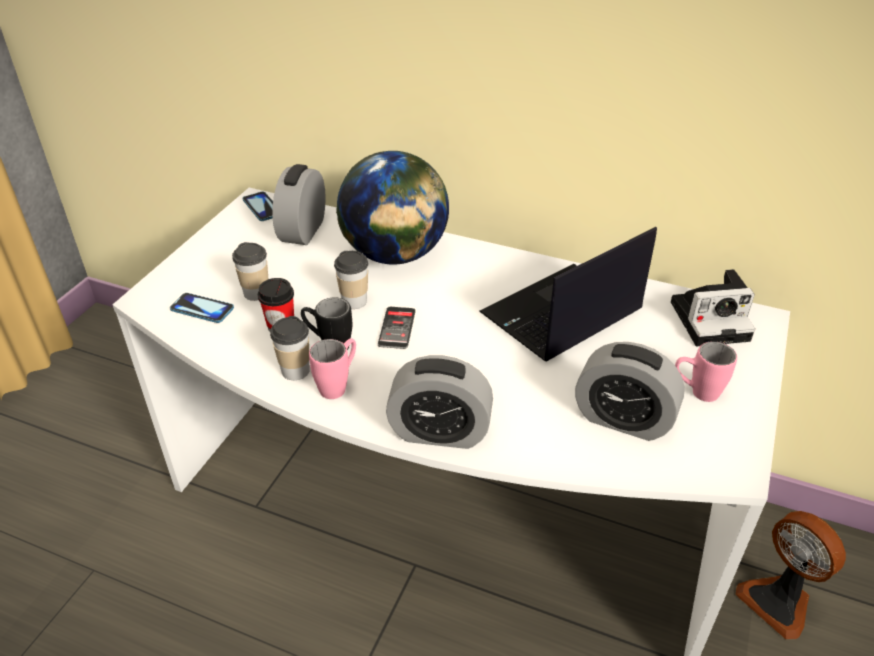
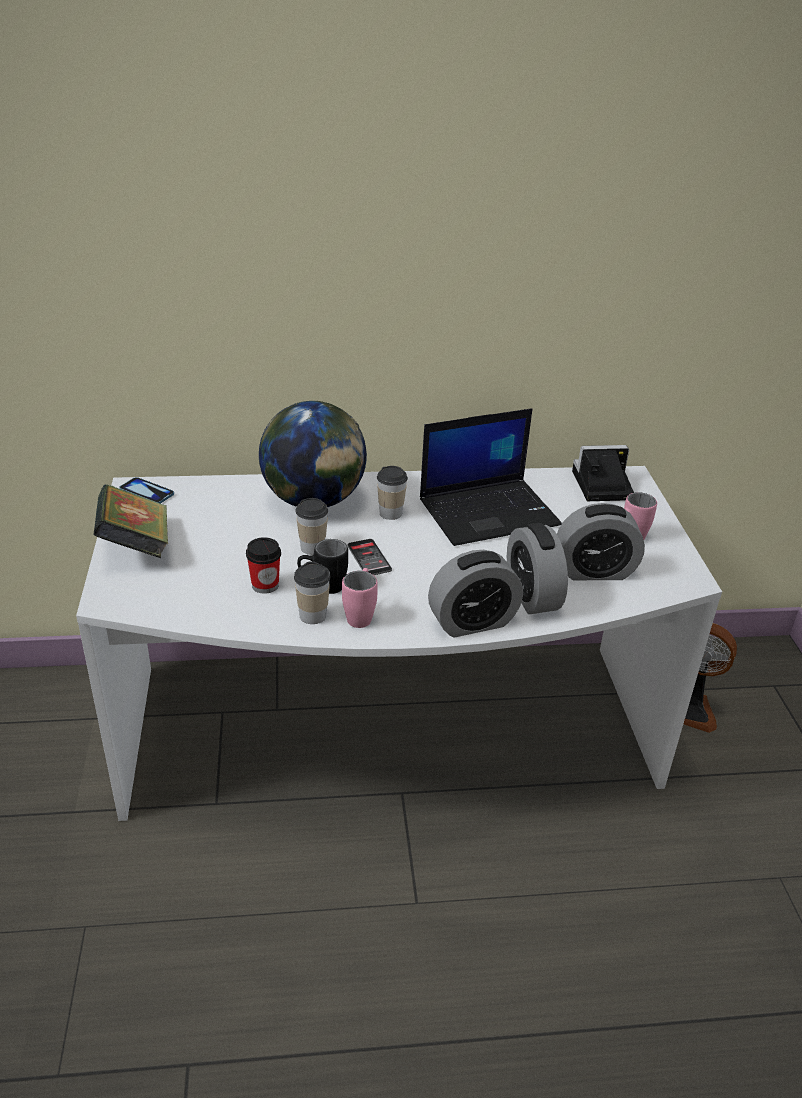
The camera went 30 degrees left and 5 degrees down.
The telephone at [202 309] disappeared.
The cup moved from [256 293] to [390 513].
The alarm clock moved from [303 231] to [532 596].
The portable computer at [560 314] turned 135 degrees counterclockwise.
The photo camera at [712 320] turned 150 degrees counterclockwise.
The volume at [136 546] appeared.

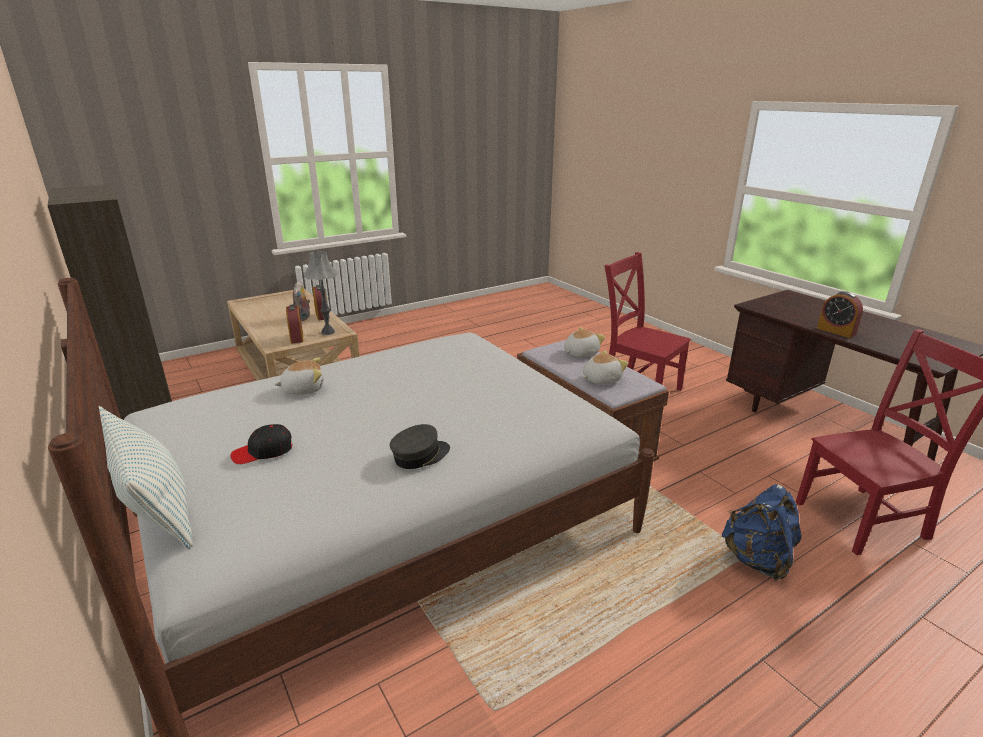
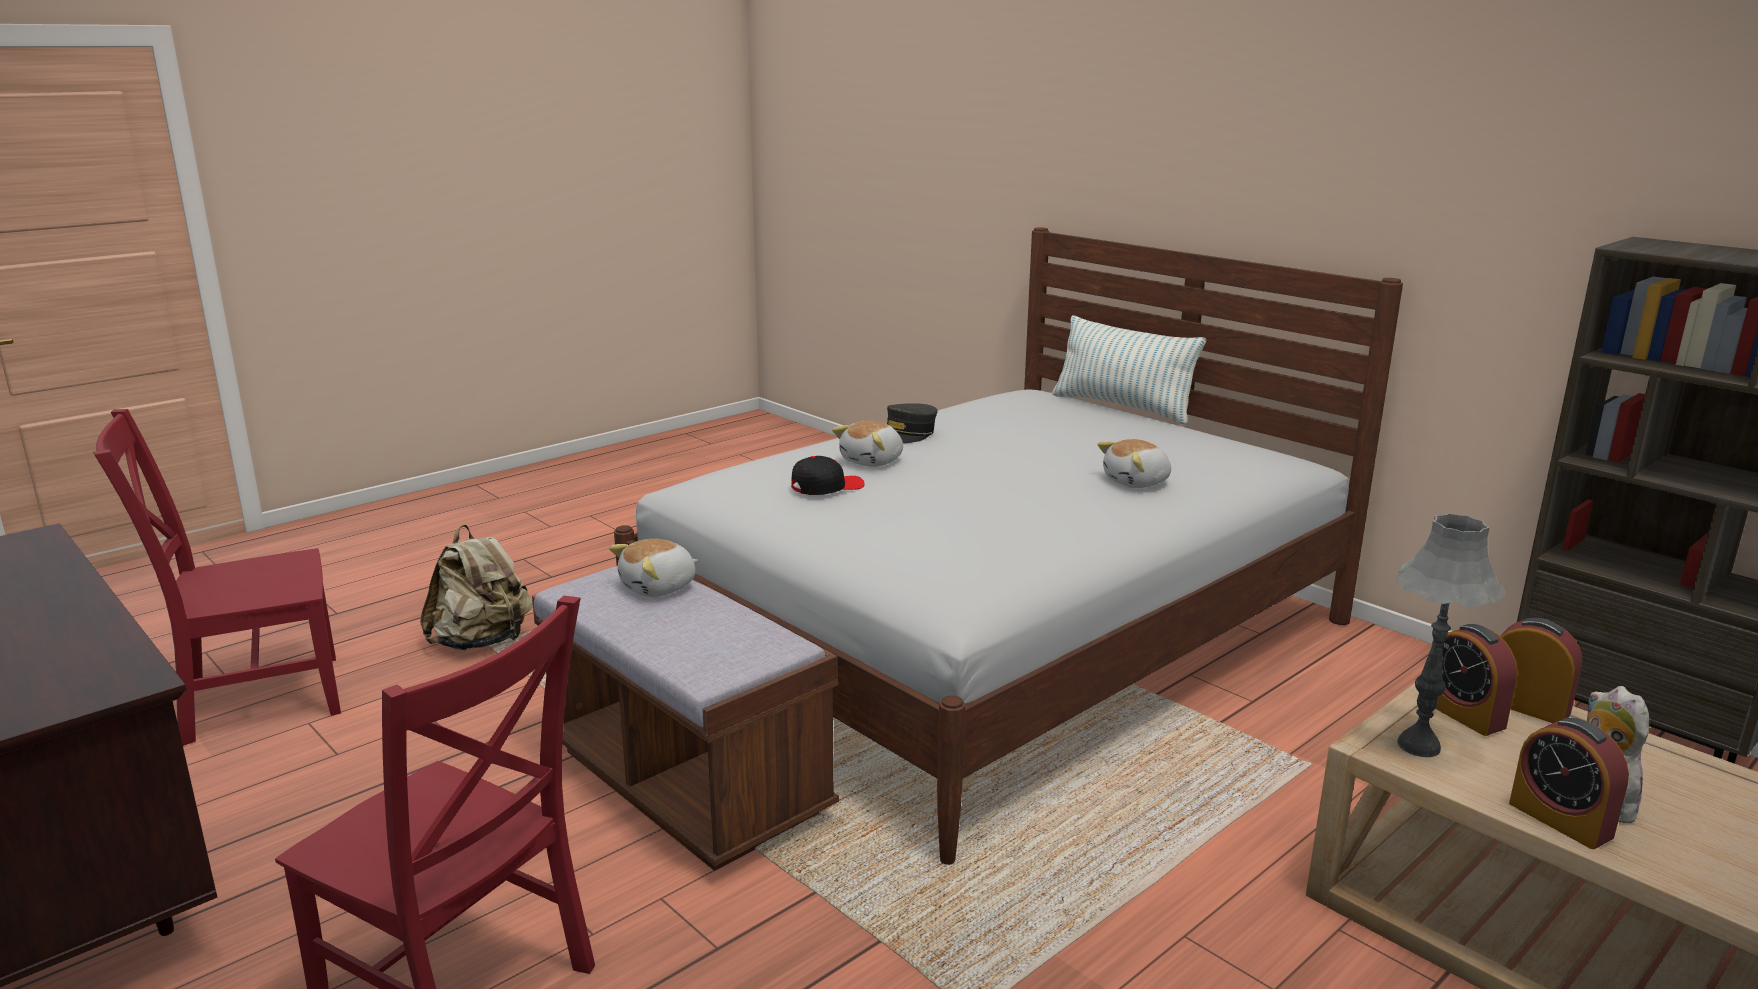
The camera went 170 degrees right and 5 degrees down.
The baseball cap (black) moved from [263 452] to [826 487].
The soft toy moved from [580 353] to [873 461].
The rucksack (bluish) at [757 560] became the rucksack (beige-coloured) at [482 642].
The alarm clock moved from [836 331] to [1525 706].

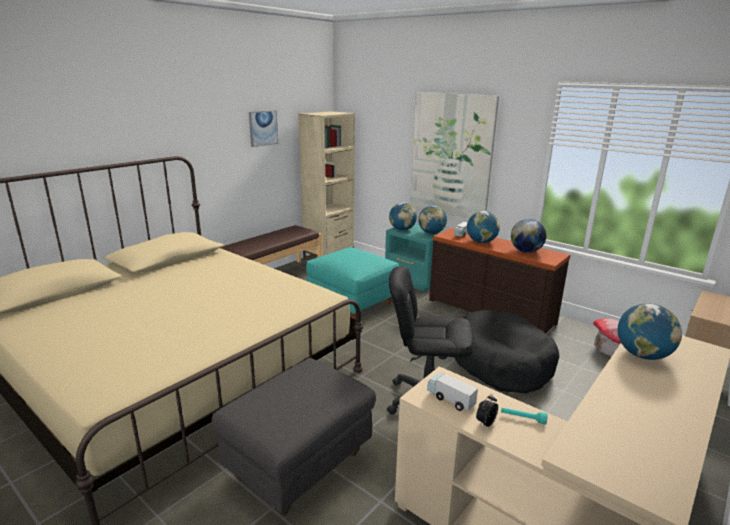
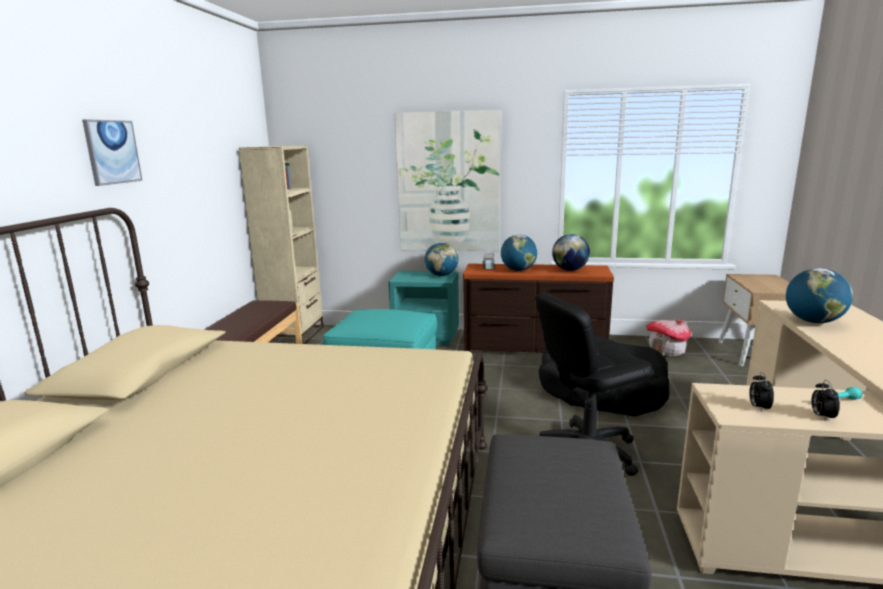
The camera went 30 degrees left and 5 degrees down.
The picture moved from [263 128] to [112 152].
The globe at [402 229] disappeared.
The toy lorry at [450 399] was replaced by the alarm clock at [758 407].

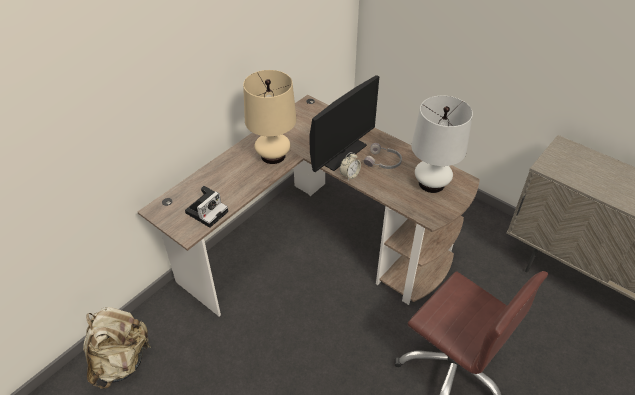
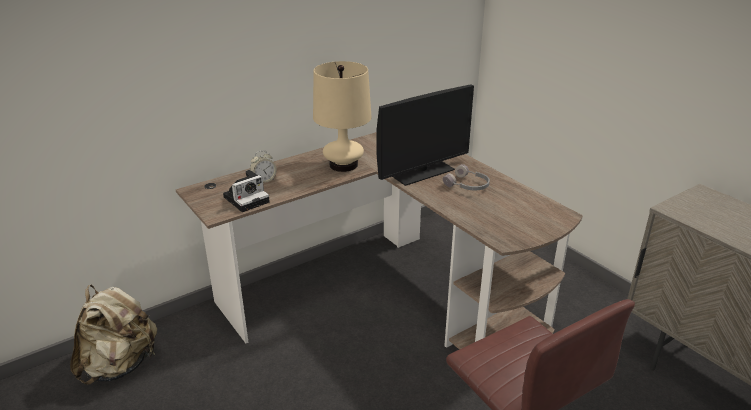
The camera went 15 degrees right and 15 degrees down.
The alarm clock moved from [349 175] to [264 180].
The lamp for a table (whitish) at [431 183] disappeared.

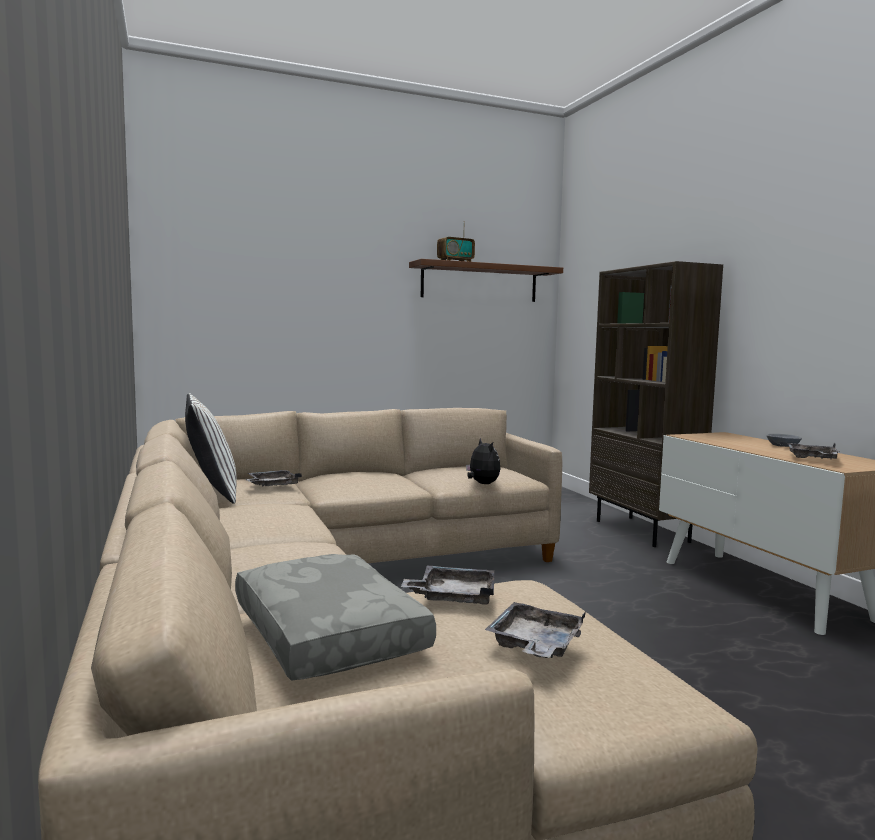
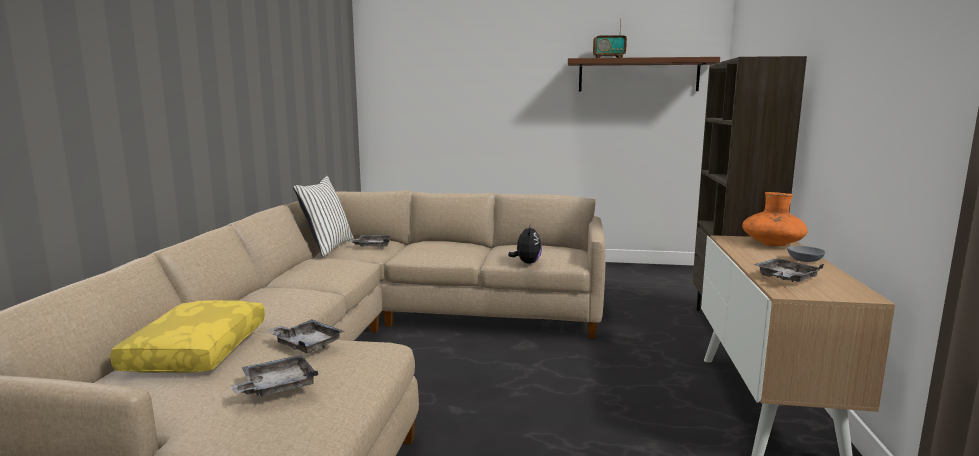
The camera went 30 degrees right and 5 degrees up.
The throw pillow (grey) at [324 634] became the throw pillow (yellow-coloured) at [196 350].
The flower vase (orange-coloured) at [772 244] appeared.

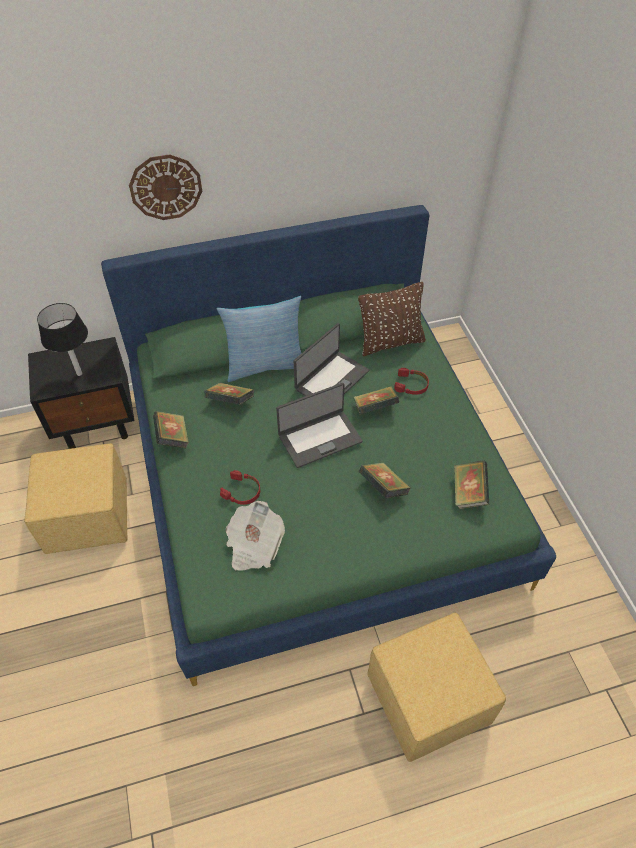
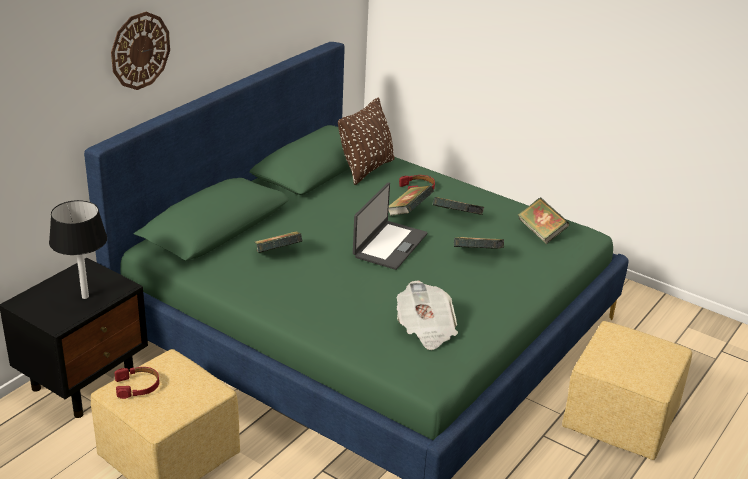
The camera went 40 degrees left and 20 degrees down.
The volume moved from [173 438] to [457 218].
The throw pillow at [265 365] disappeared.
The pair of headphones (reddish) moved from [242 491] to [137 386].
The portable computer at [331 379] disappeared.

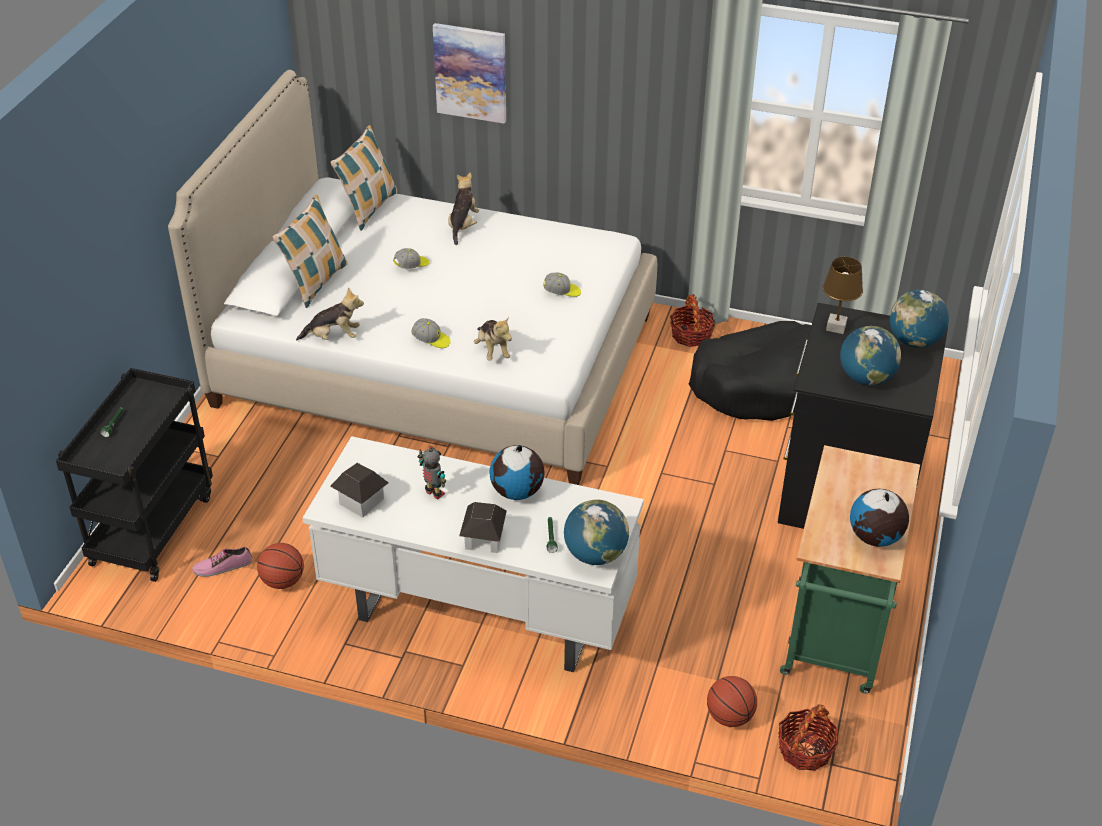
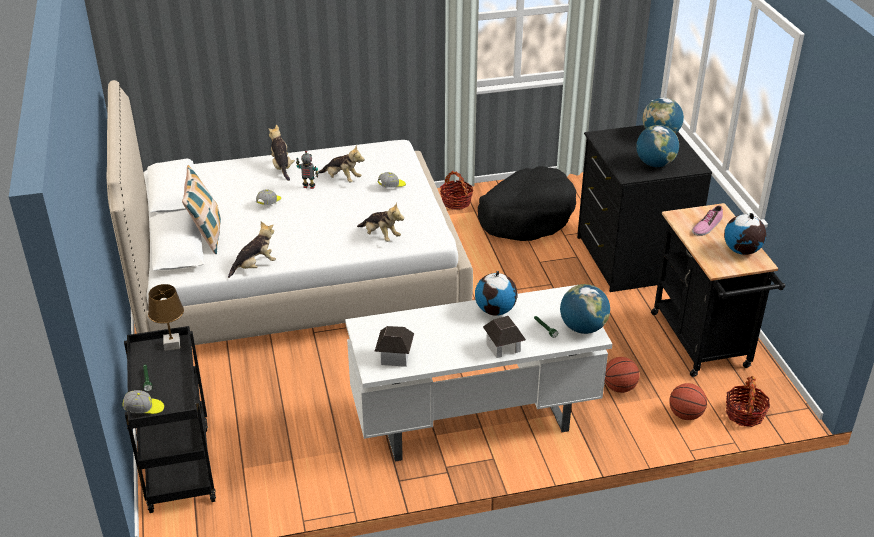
The camera went 30 degrees left and 5 degrees down.
The item of footwear moved from [223 566] to [706 226].
The basketball ball moved from [283 581] to [619 387].
The throw pillow at [368 208] disappeared.
The baseball cap moved from [431 340] to [144 409].
The robot figure moved from [434 494] to [309 187].
The picture at [471 72] disappeared.
The cart (green-coloured) at [835 640] became the cart (black) at [703 345].
The lamp for a table (brownish) moved from [835 327] to [172 345].
The soft toy at [342 179] appeared.

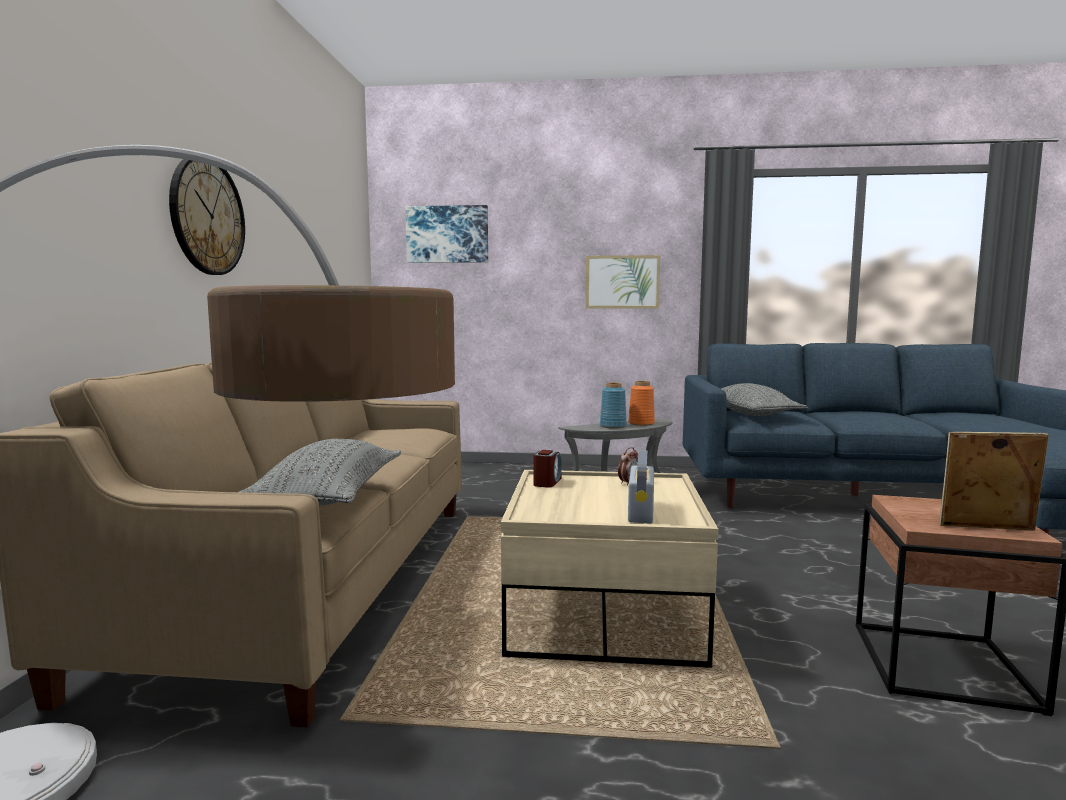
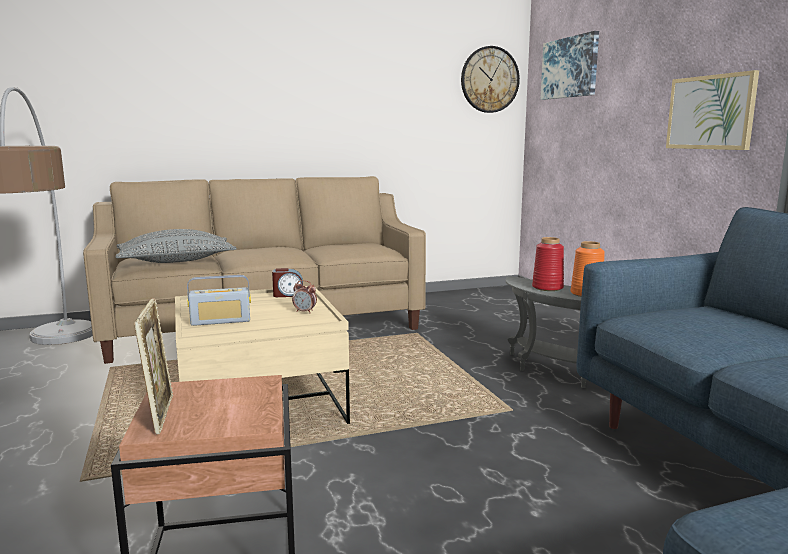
The camera went 65 degrees right and 5 degrees up.
The hanging clock moved from [207 216] to [489 79].
The flower vase (bluish) at [612 426] became the flower vase (reddish) at [547 288].
The throw pillow (grey) at [749 414] disappeared.

